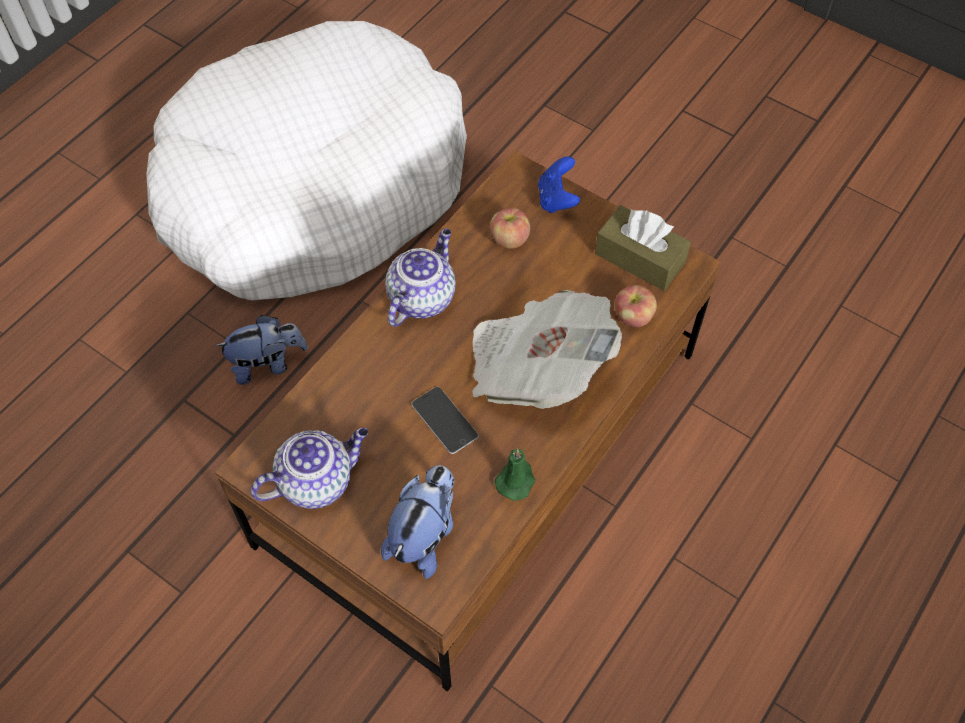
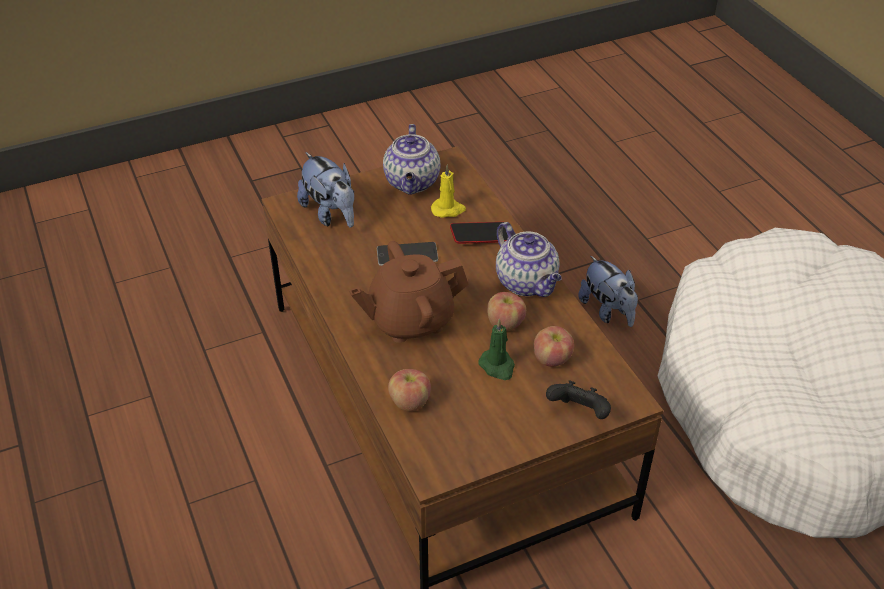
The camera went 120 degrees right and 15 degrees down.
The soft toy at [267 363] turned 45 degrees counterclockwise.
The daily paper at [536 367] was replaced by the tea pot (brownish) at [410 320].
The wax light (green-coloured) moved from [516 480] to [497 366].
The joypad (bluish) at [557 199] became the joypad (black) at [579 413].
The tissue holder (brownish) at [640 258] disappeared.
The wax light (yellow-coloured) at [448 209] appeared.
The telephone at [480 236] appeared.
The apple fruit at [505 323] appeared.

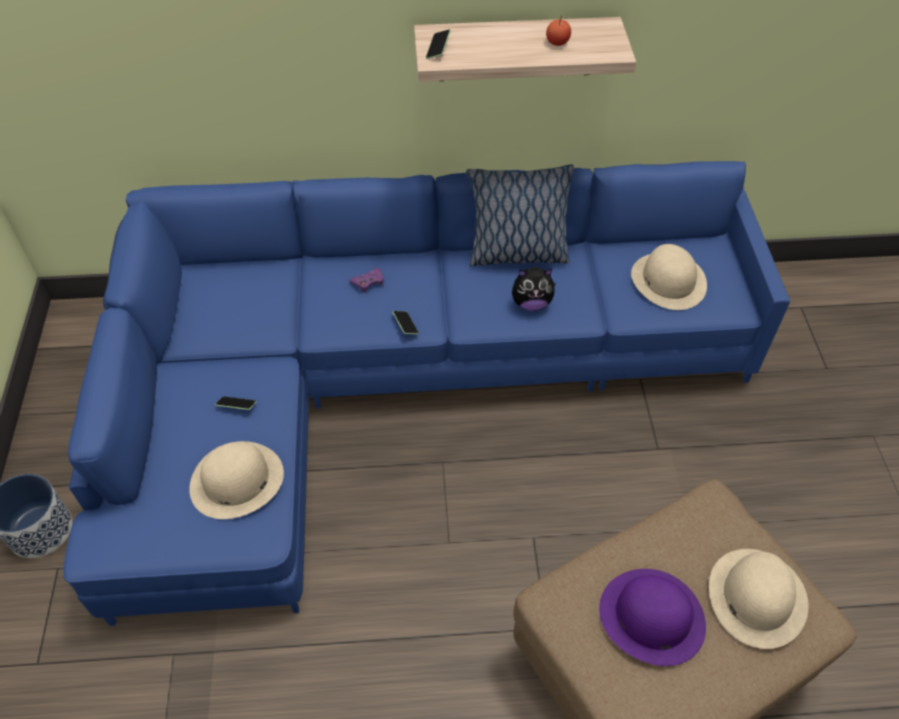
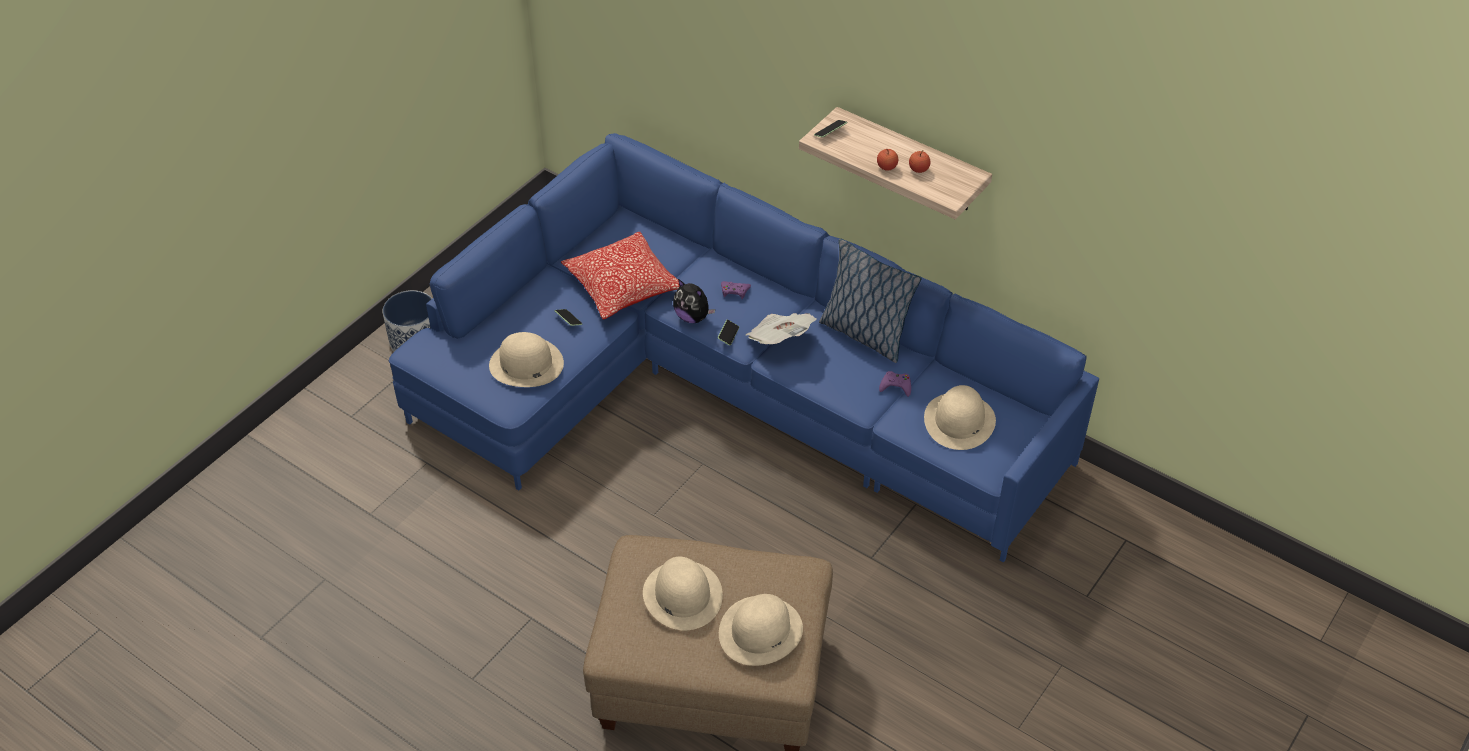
The camera went 40 degrees right and 5 degrees down.
The soft toy moved from [531 303] to [692 317].
The wearable hat (purple) at [651 617] became the wearable hat (beige-coloured) at [682 594].
The throw pillow at [623 286] appeared.
The daily paper at [780 340] appeared.
The apple fruit at [886 167] appeared.
The joypad (purple) at [896 386] appeared.

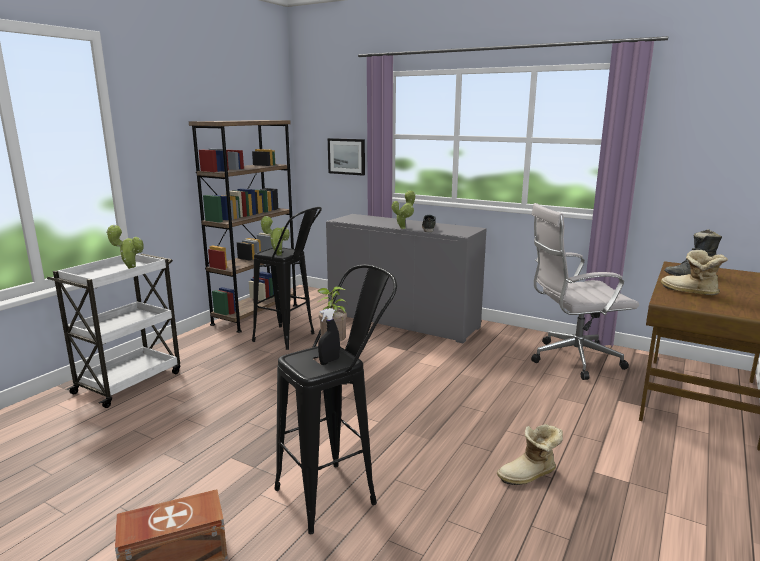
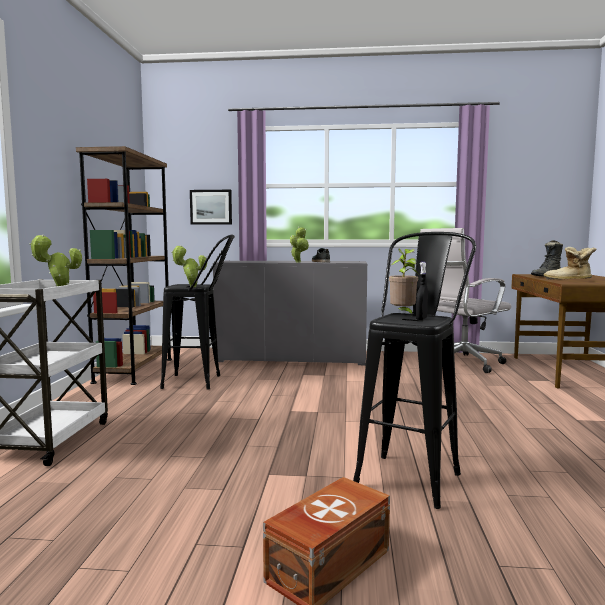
The camera went 25 degrees left and 10 degrees down.
The tall boot at [529 475] disappeared.

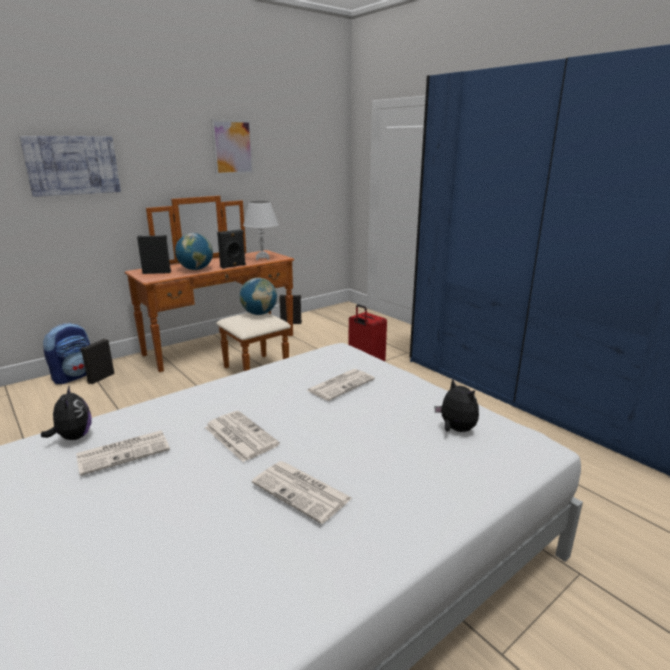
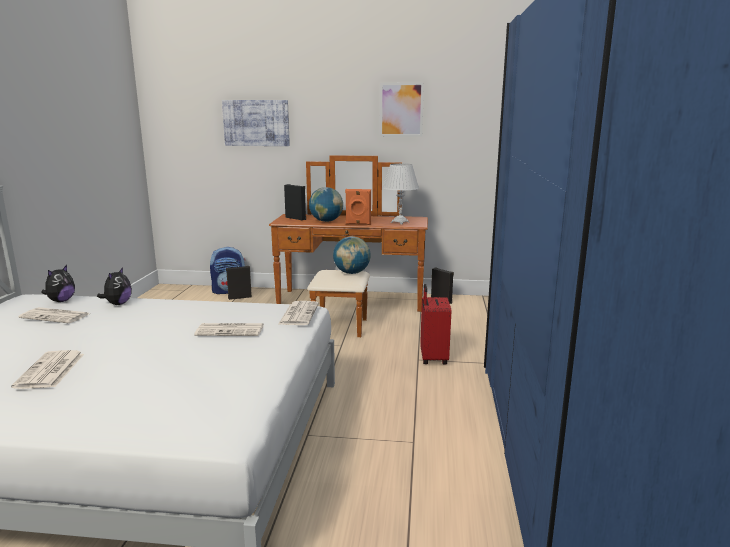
The camera went 45 degrees right and 5 degrees down.
The daily paper moved from [239 436] to [298 314].
The loudspeaker (black) at [233 266] became the loudspeaker (orange-coloured) at [358 224].
The soft toy moved from [455 429] to [118 304].

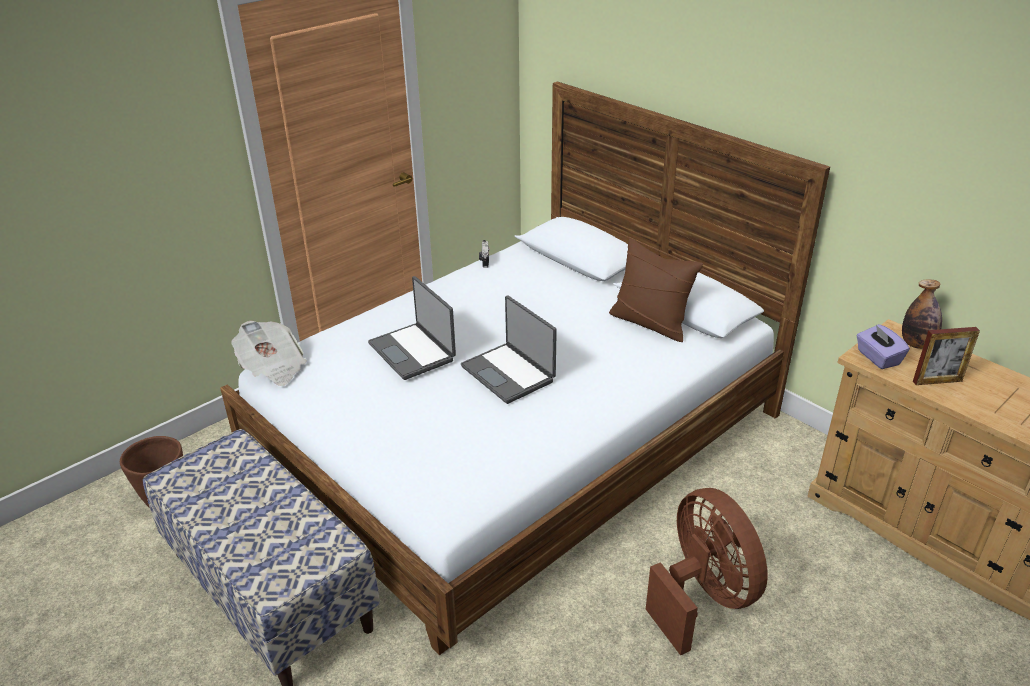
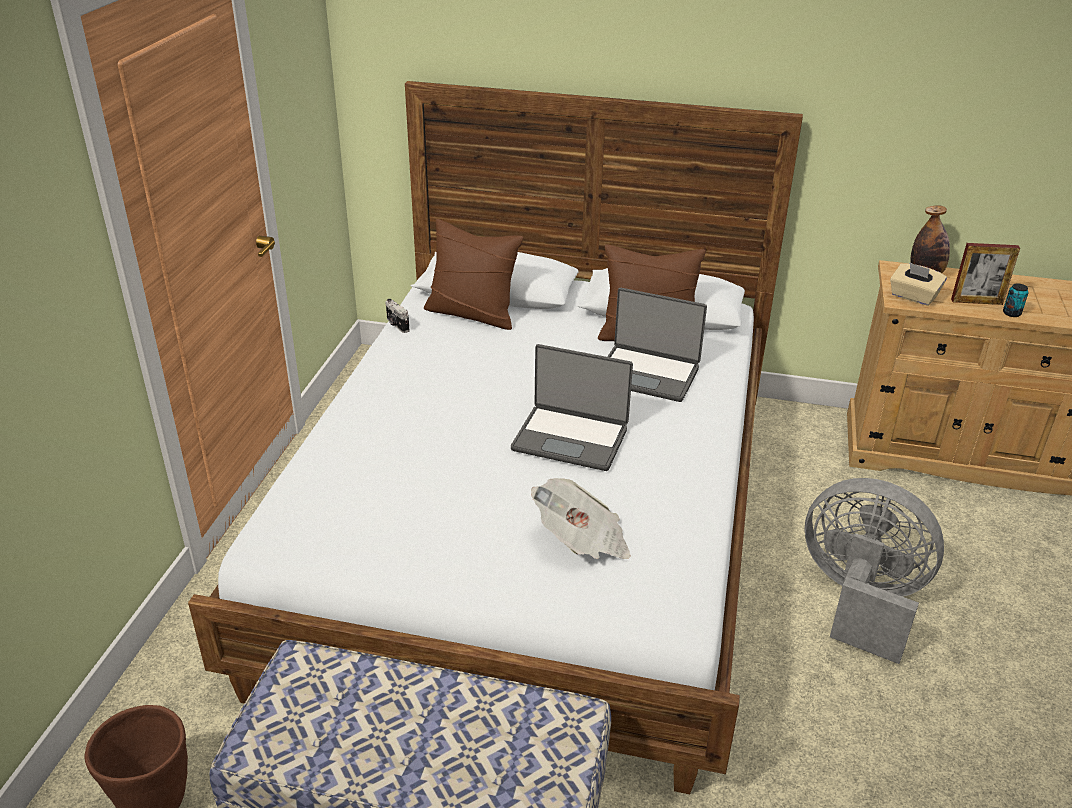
The camera went 35 degrees left and 0 degrees up.
The daily paper moved from [272 367] to [582 541].
The portable computer moved from [413 352] to [647 374].
The fan (brownish) at [702 597] became the fan (grey) at [859 600].
The tissue holder (purple) at [877 358] became the tissue holder (beige-coloured) at [913 297].
The standing frame at [937 381] turned 45 degrees clockwise.
The throw pillow (brownish) at [472 314] appeared.
The can at [1011 313] appeared.

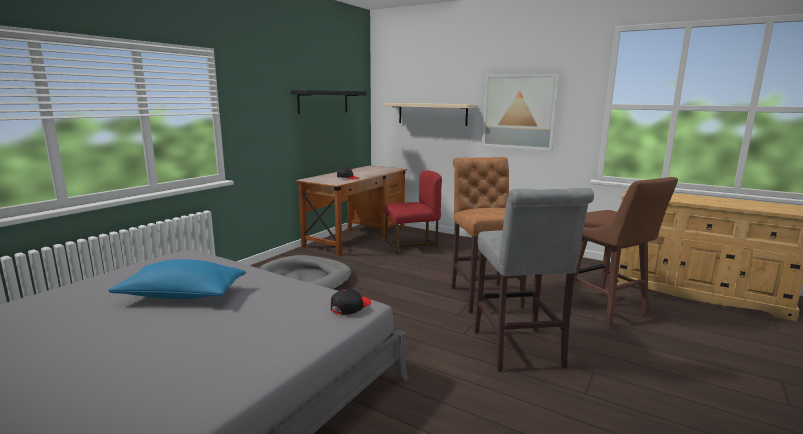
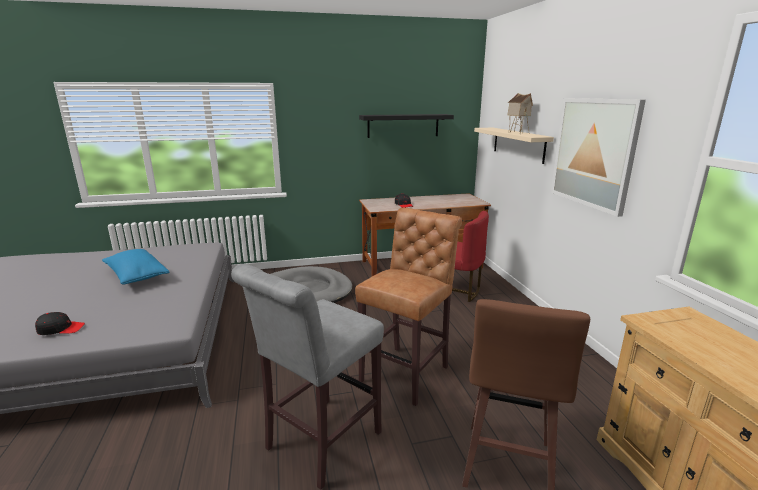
The camera went 45 degrees right and 5 degrees up.
The baseball cap (black) moved from [350 307] to [61 329].
The toy house at [517 133] appeared.

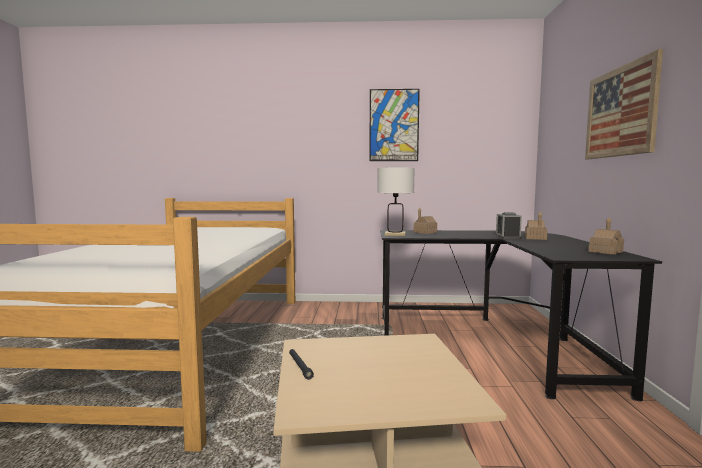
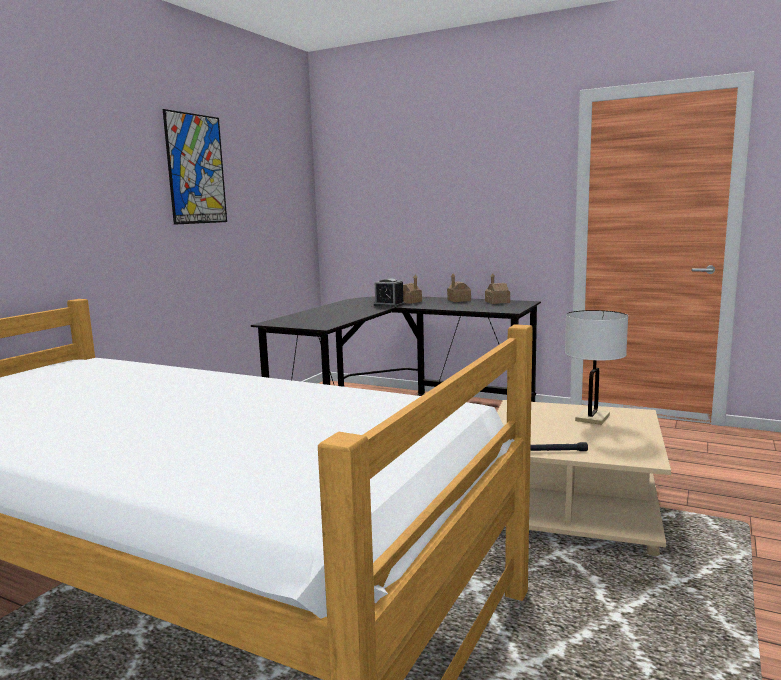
The camera went 65 degrees left and 5 degrees up.
The lamp for a table (whitish) moved from [395 234] to [592 418].
The toy house moved from [425 232] to [459 300].
The picture at [620 112] disappeared.

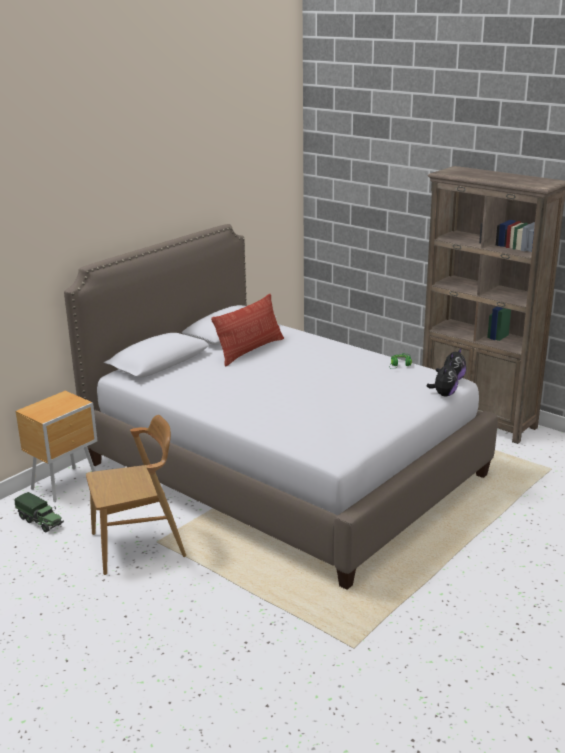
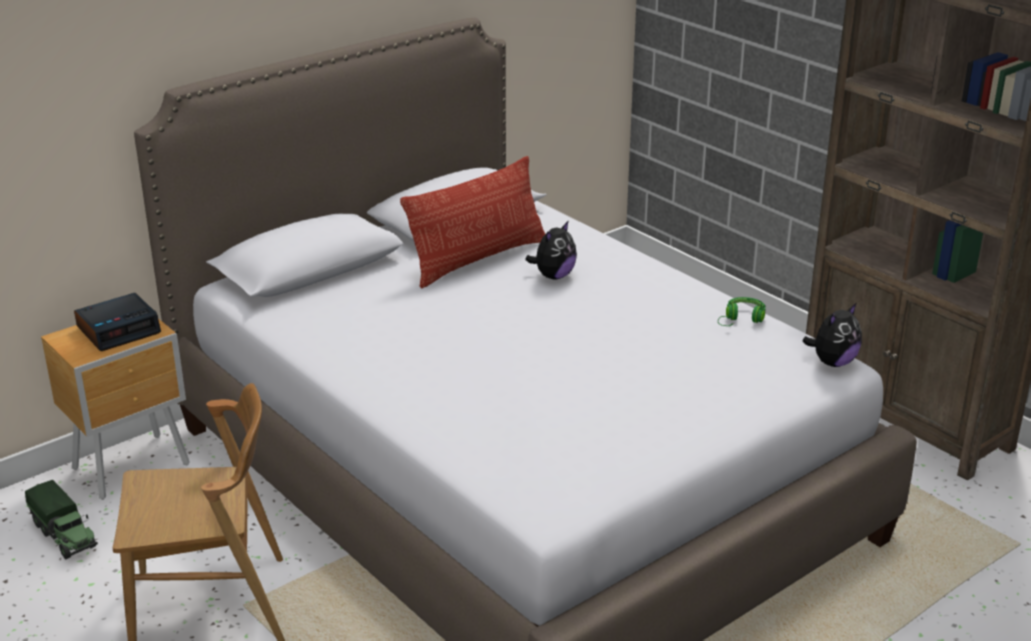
The camera went 10 degrees right and 5 degrees up.
The soft toy moved from [443 394] to [553 276].
The alarm clock at [119 329] appeared.

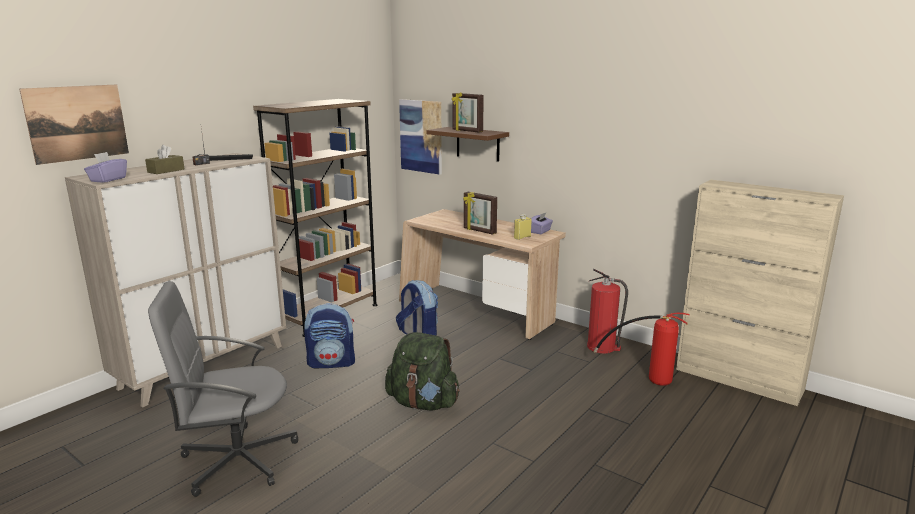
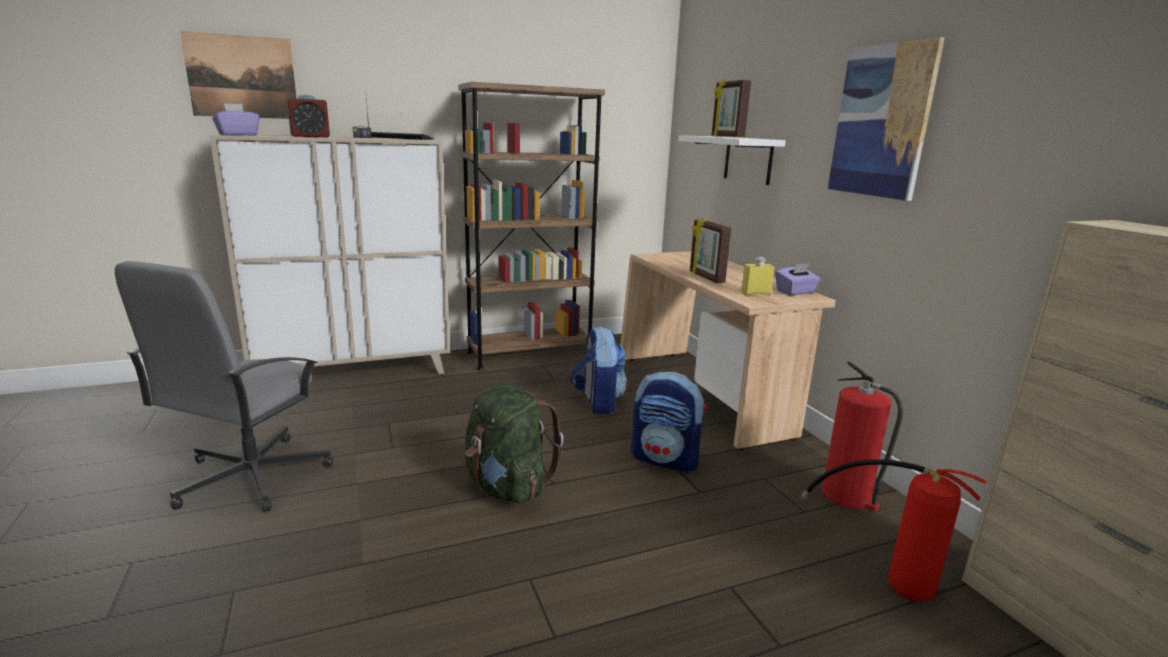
The camera went 30 degrees right and 0 degrees up.
The tissue holder (brownish) at [166 171] was replaced by the alarm clock at [310 136].
The office chair (grey) at [236 459] turned 90 degrees counterclockwise.
The rucksack moved from [332 363] to [666 460].
The picture moved from [421 136] to [881 121].
The bracket shelf (brownish) at [478 144] became the bracket shelf (whitish) at [748 160].

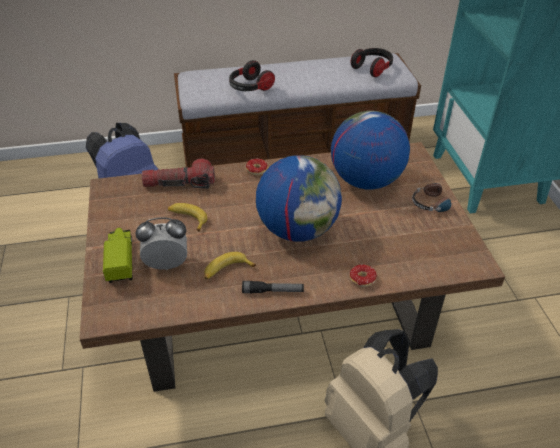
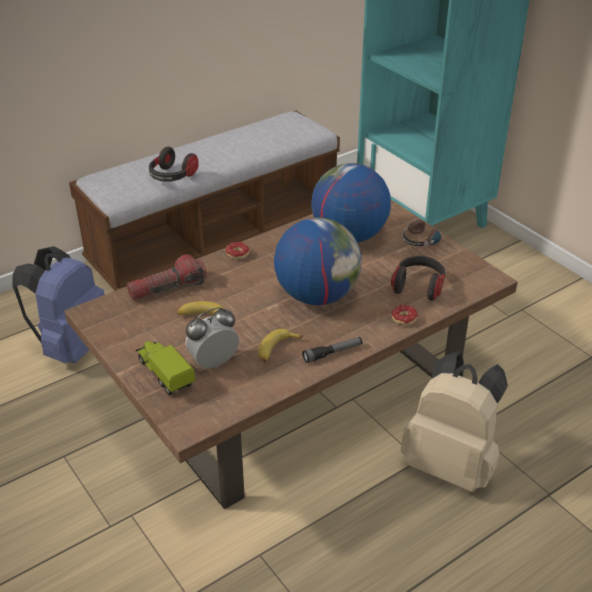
The camera went 25 degrees left and 5 degrees down.
The pair of headphones moved from [372 68] to [418 286].

